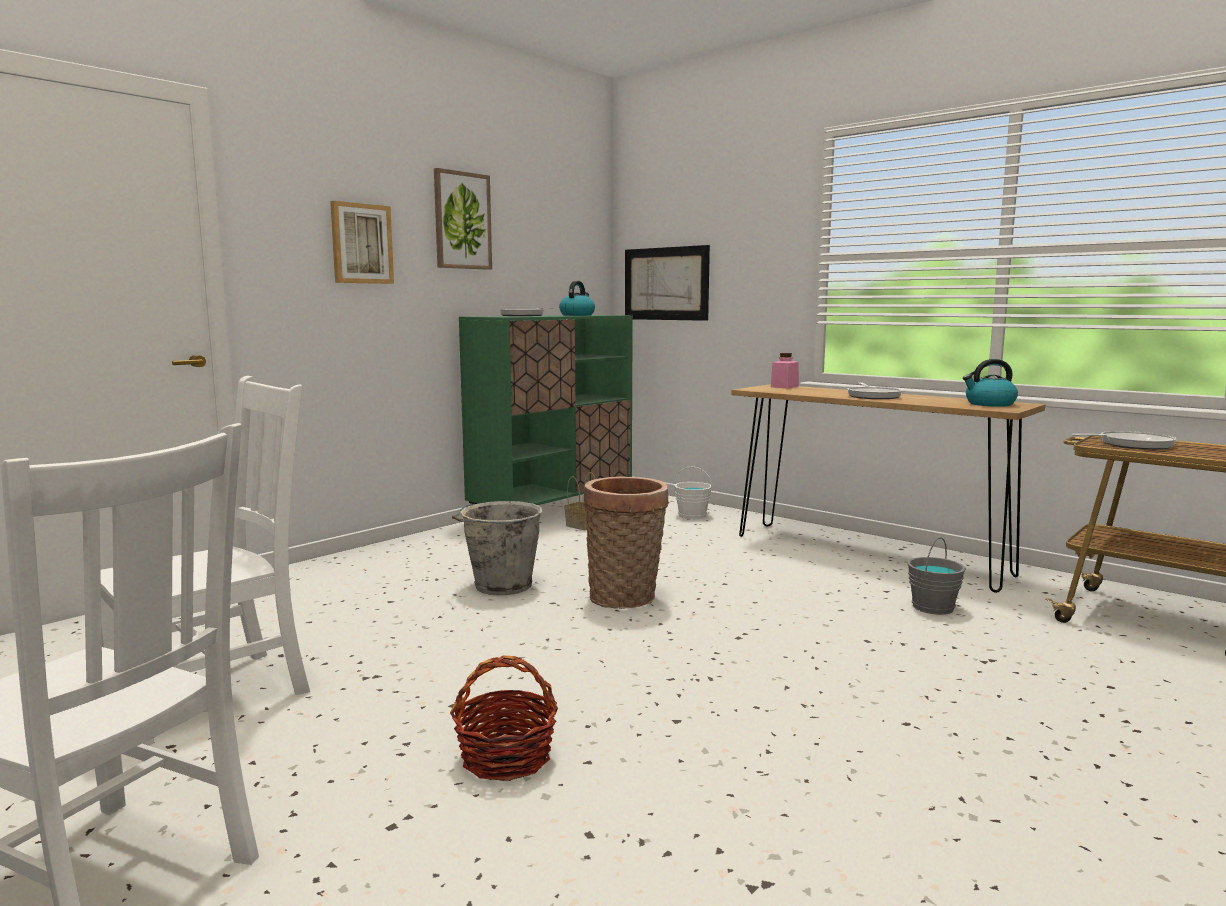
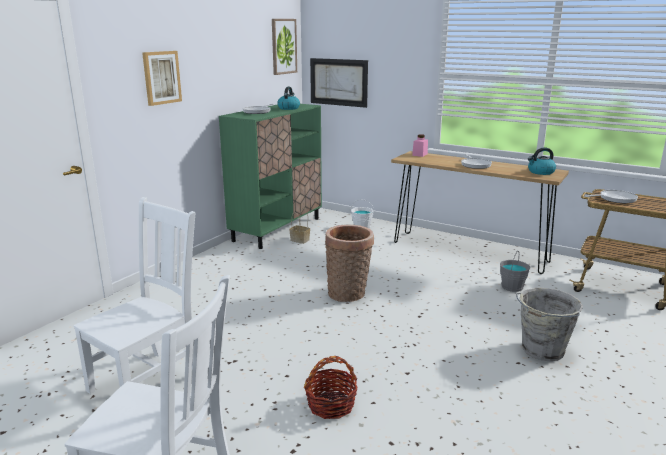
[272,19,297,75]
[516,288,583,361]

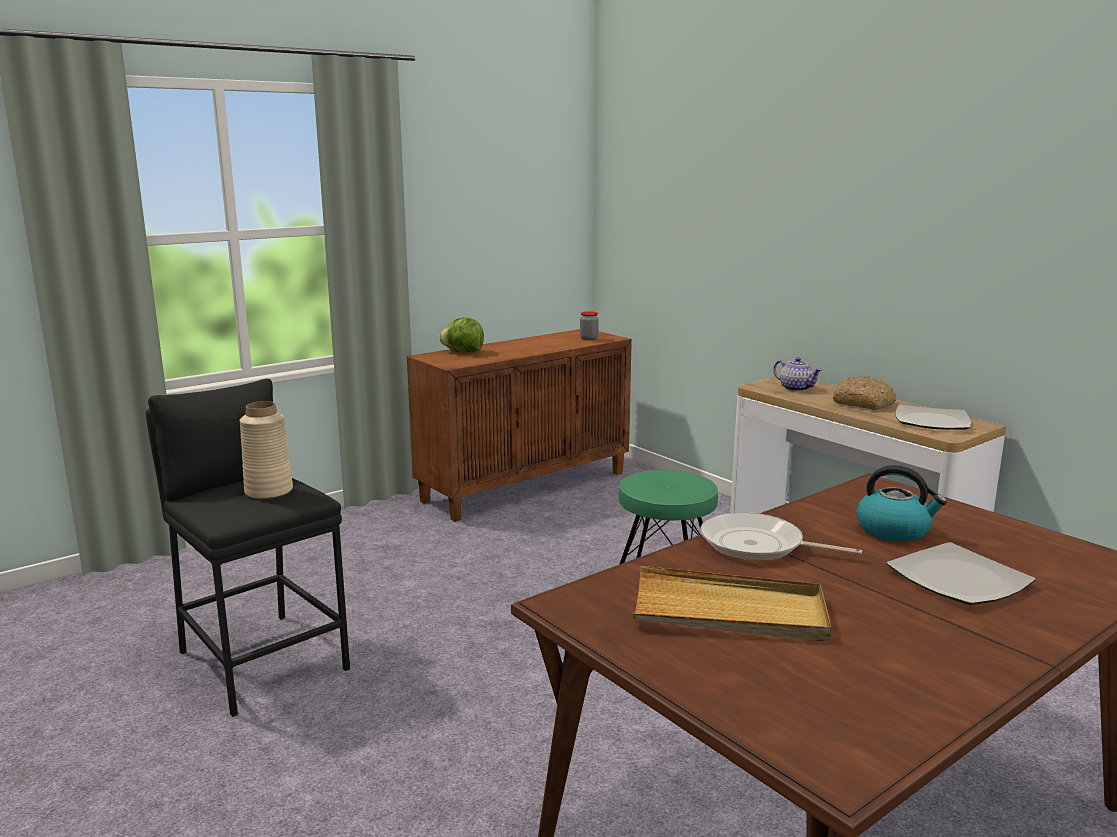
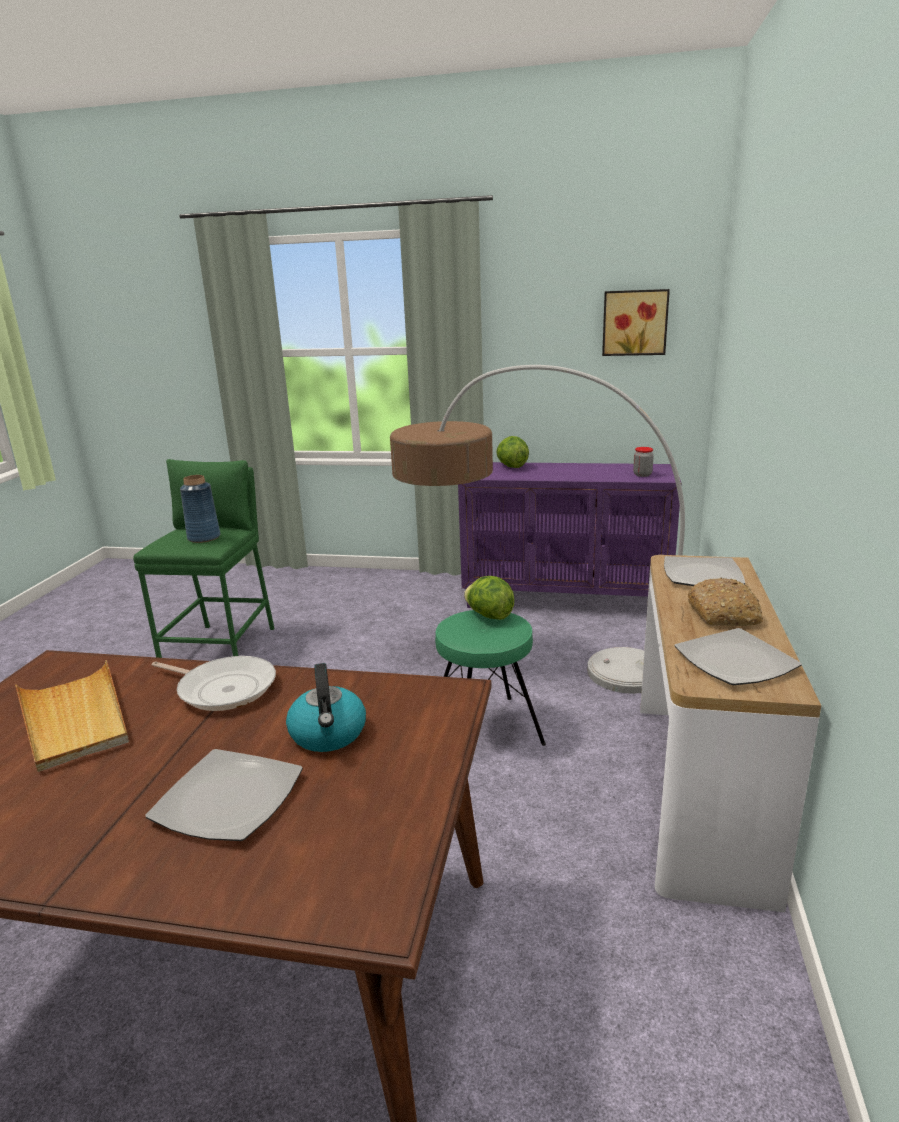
[390,365,685,694]
[464,576,515,620]
[602,289,670,356]
[664,556,745,586]
[133,459,275,658]
[180,475,220,543]
[458,462,682,608]
[152,656,276,711]

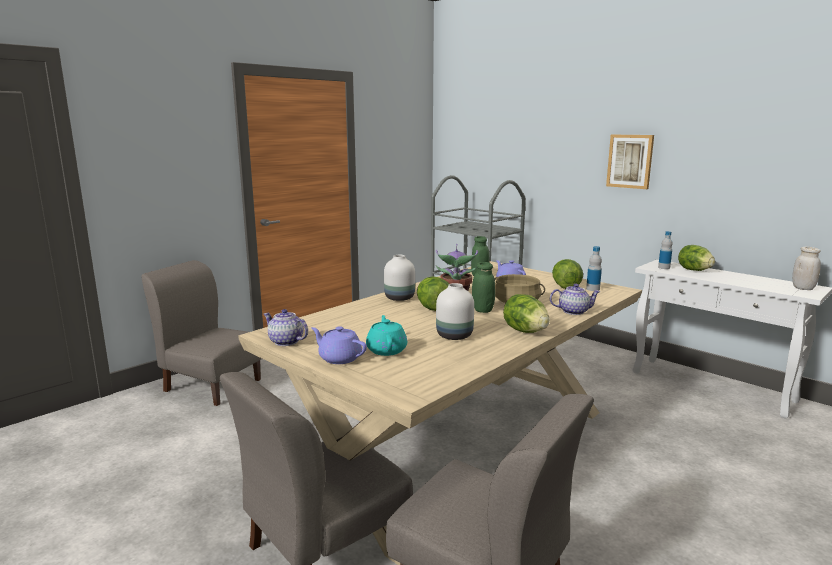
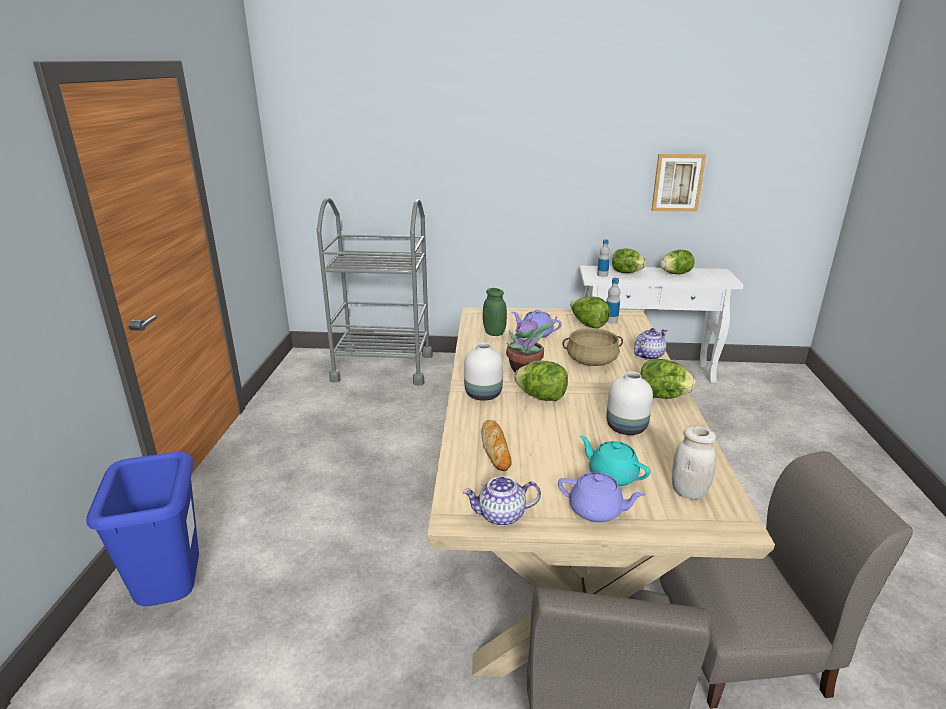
[472,262,495,313] (first image)
[481,420,512,471]
[660,250,694,274]
[652,154,706,212]
[672,426,716,500]
[86,452,199,606]
[558,472,646,523]

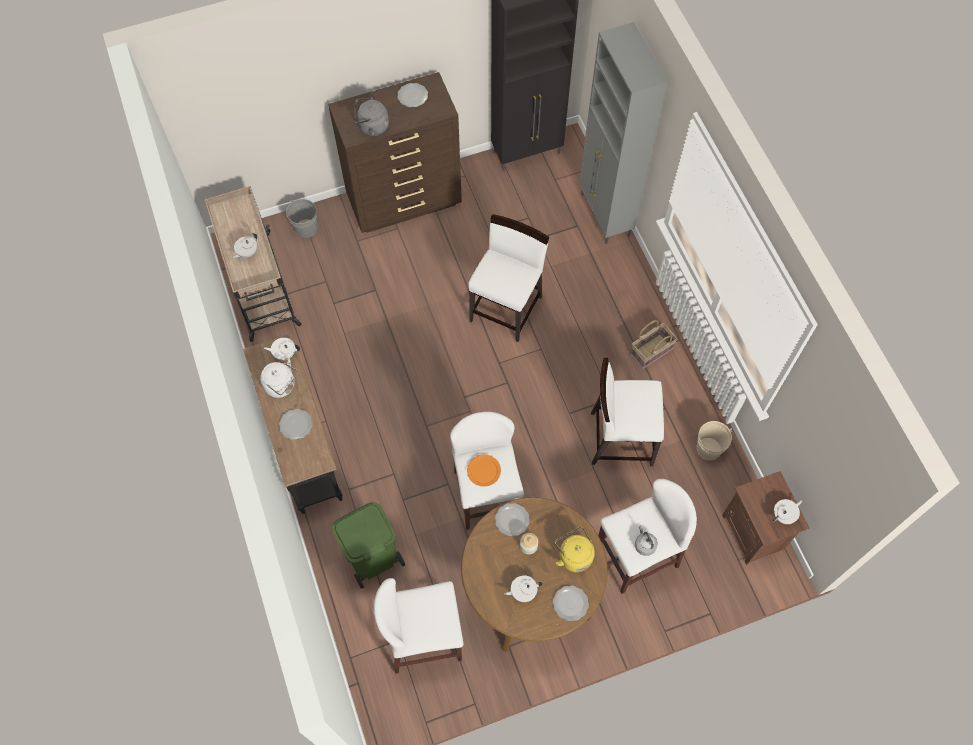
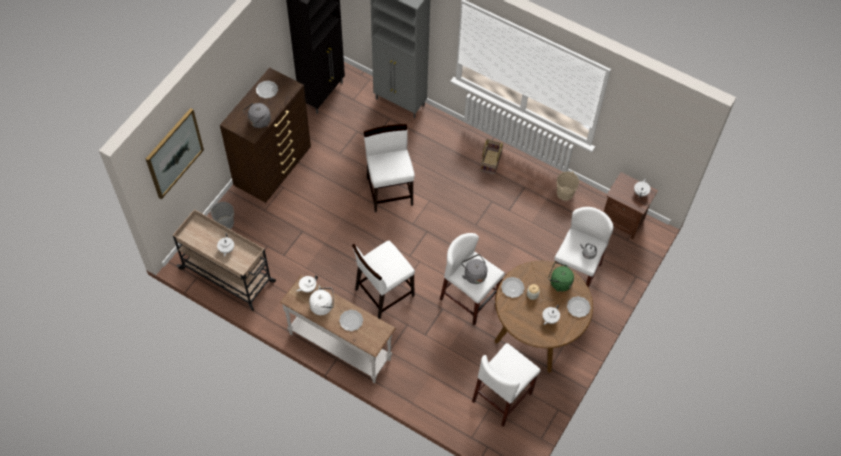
[332,502,405,589] (first image)
[146,108,204,199]
[352,240,415,319]
[462,254,487,284]
[280,275,396,383]
[548,262,574,292]

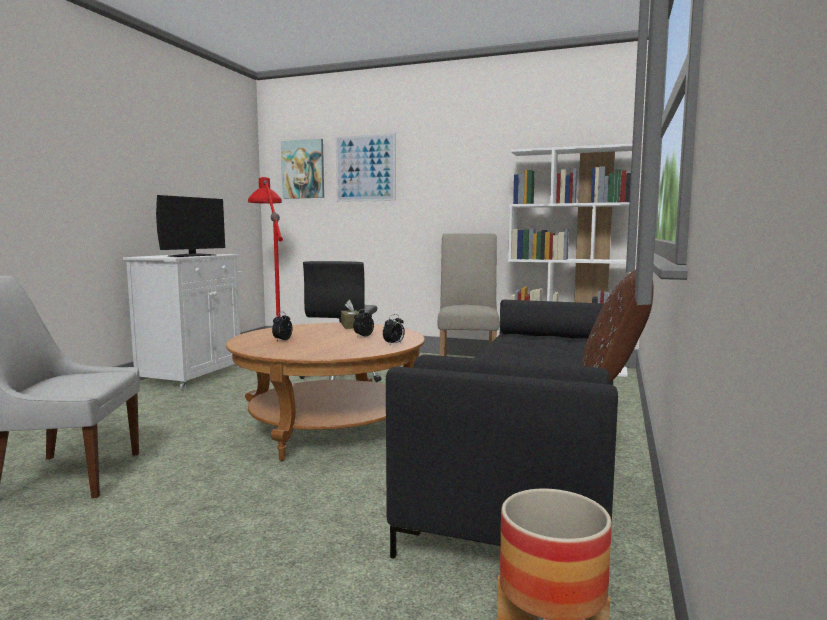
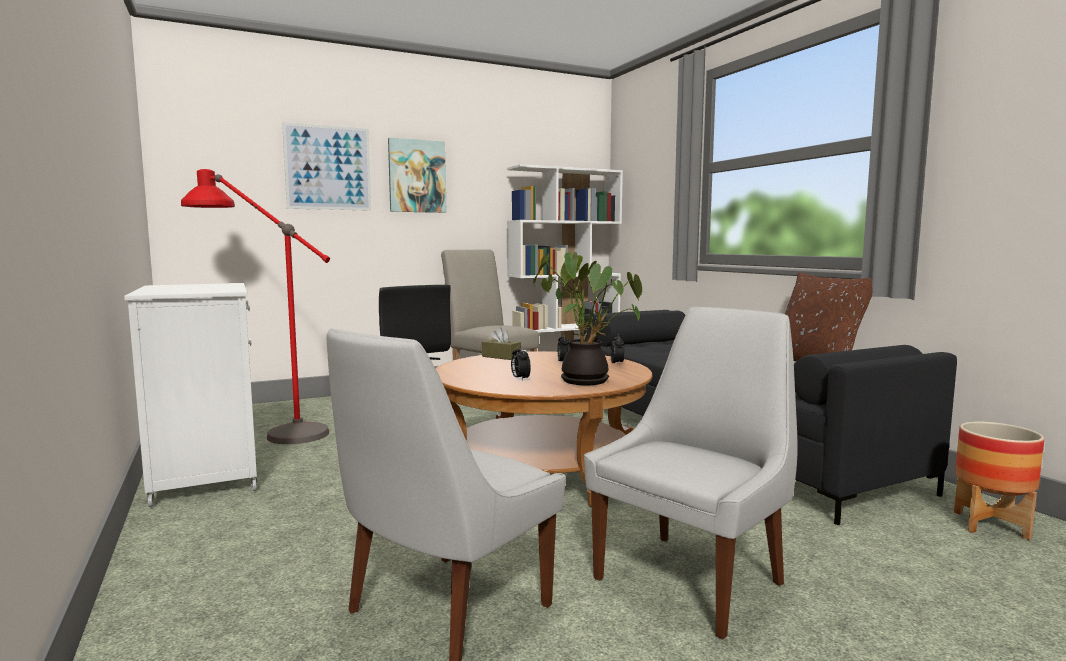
[156,195,225,257] (first image)
[533,252,642,385]
[584,307,798,639]
[388,138,446,213]

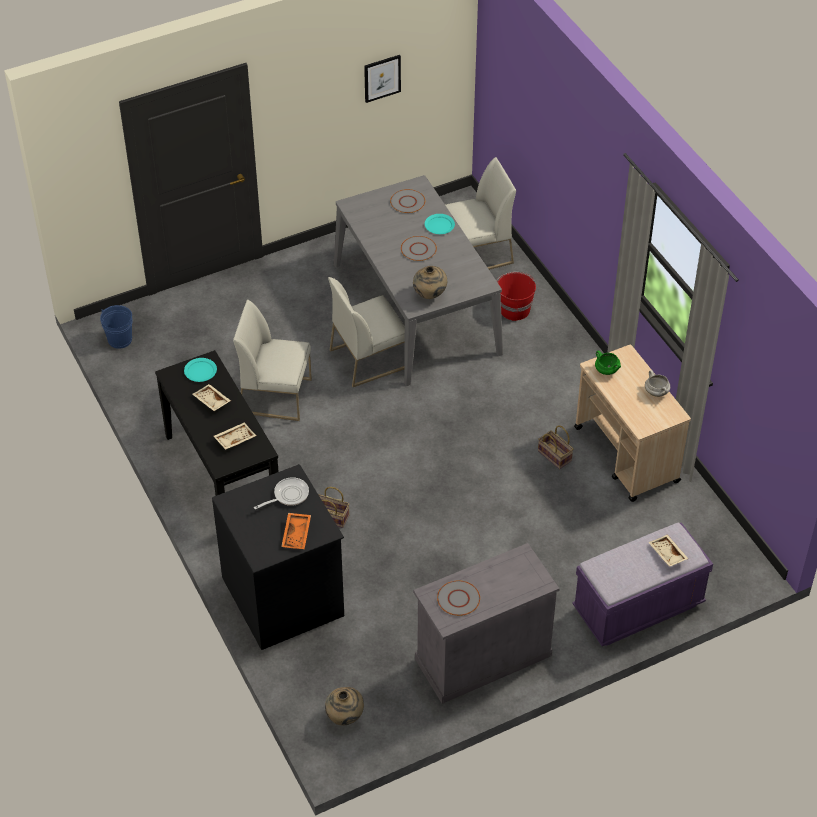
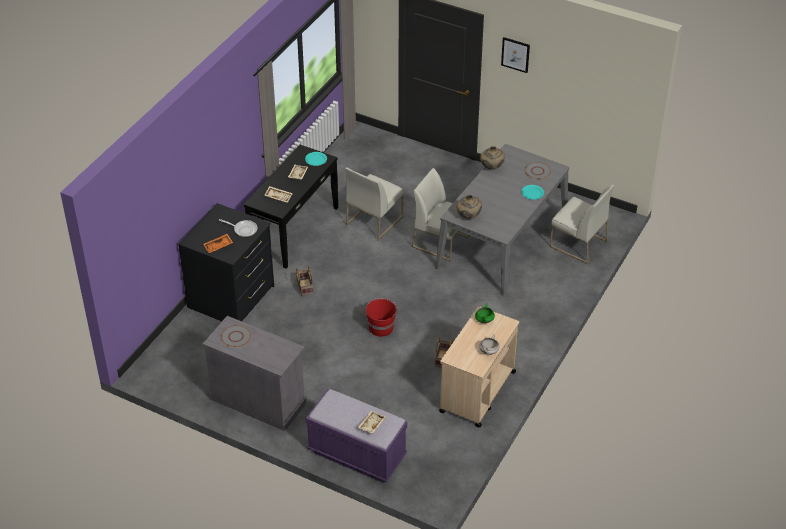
[100,305,133,349] (first image)
[401,236,437,261] (first image)
[480,146,505,170]
[501,37,530,73]
[366,298,398,337]
[345,168,404,240]

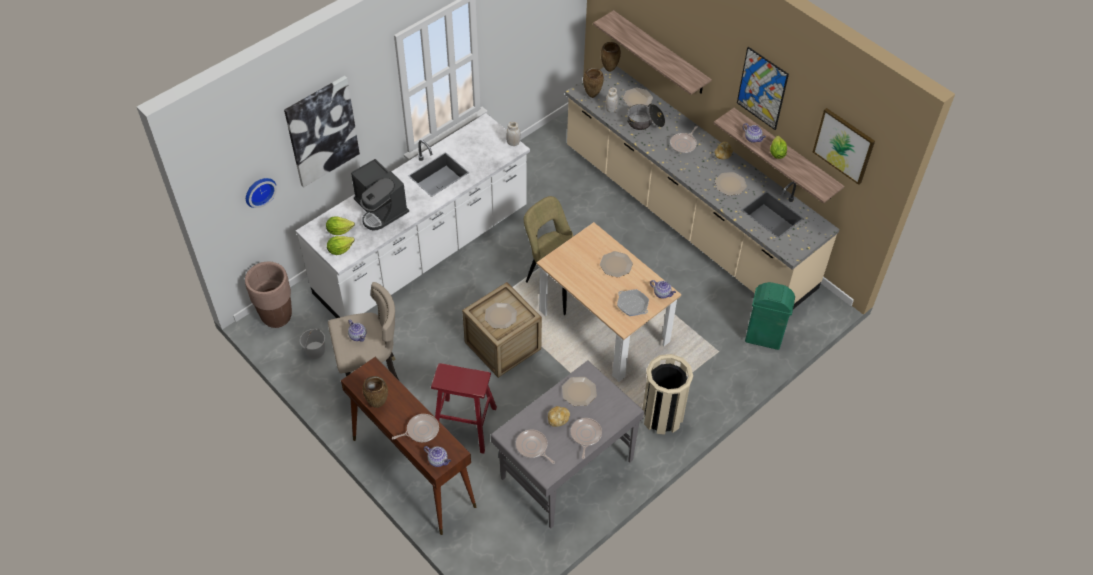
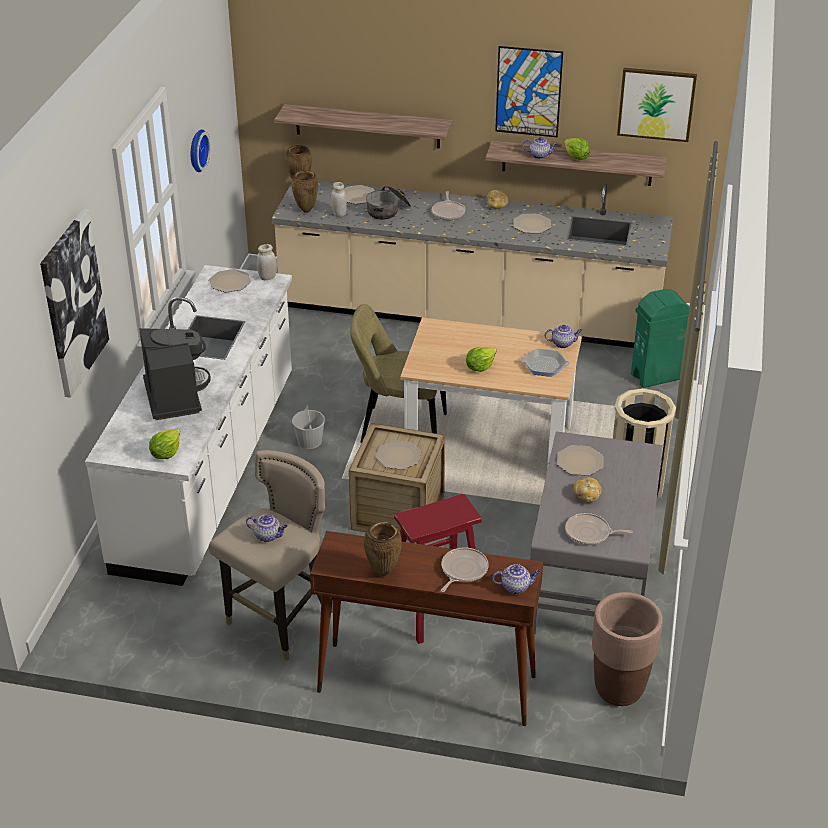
[570,418,602,459] (first image)
[592,592,663,706]
[191,129,210,172]
[292,405,325,449]
[466,347,497,372]
[209,269,251,292]
[140,328,211,420]

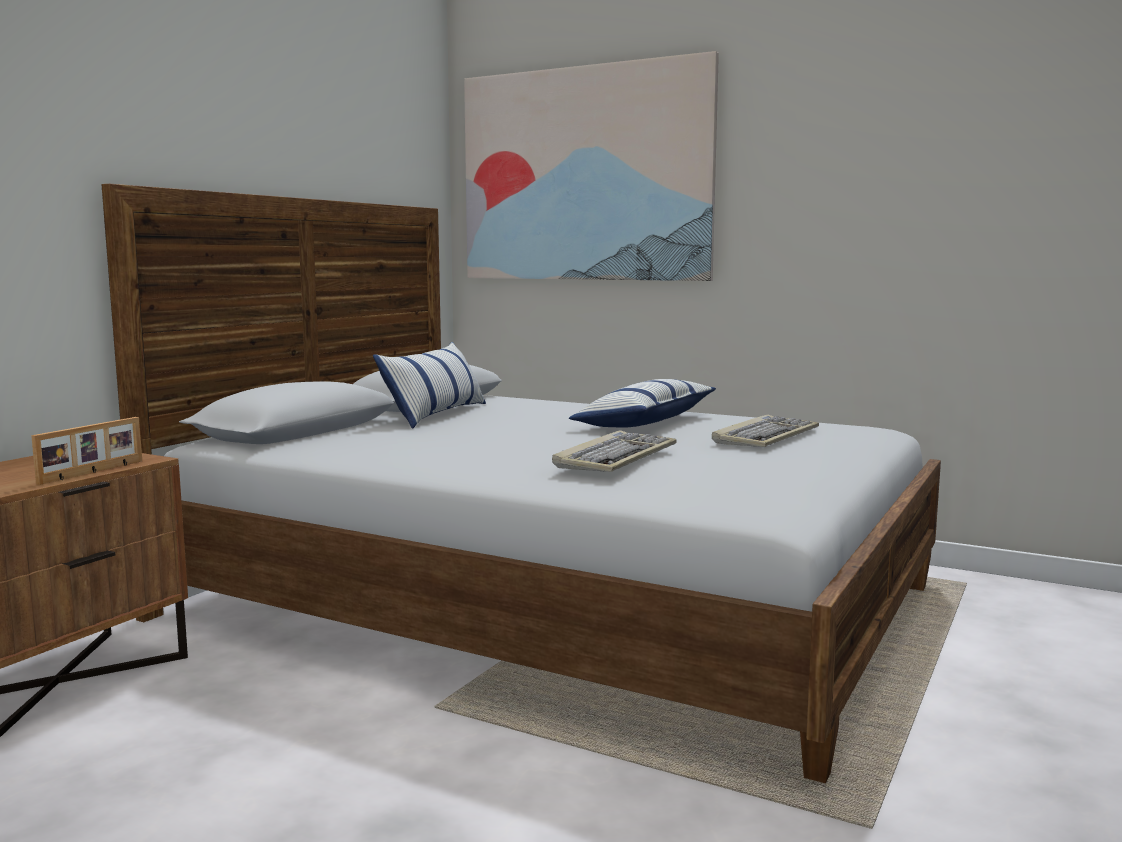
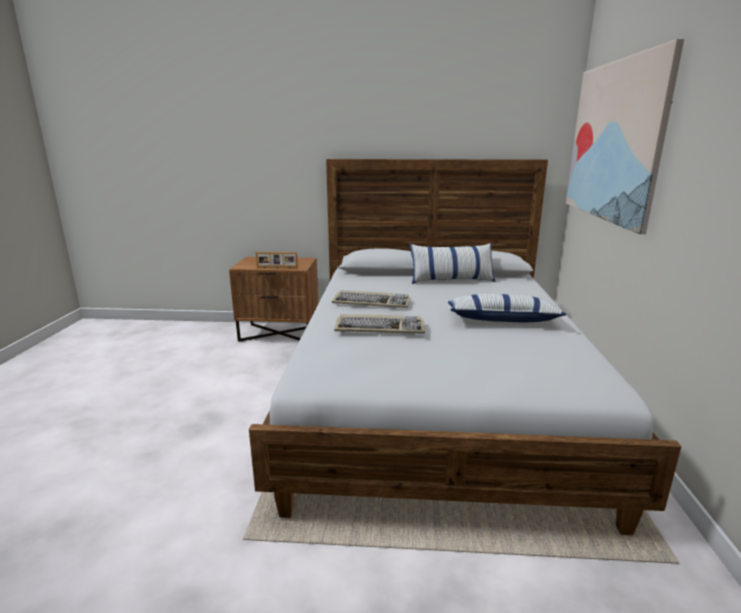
[332,290,411,308]

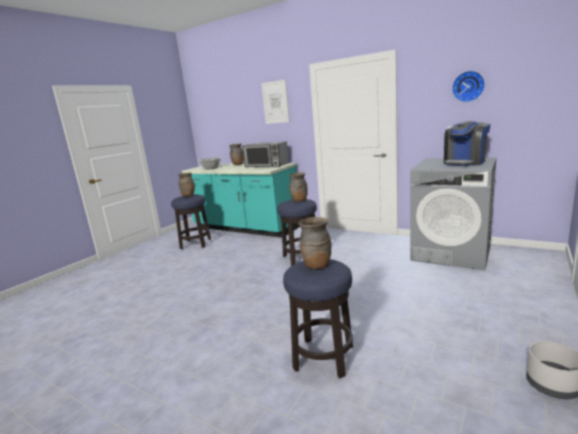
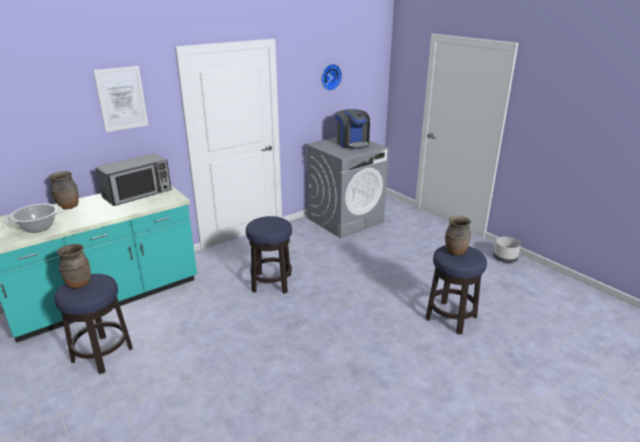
[289,172,308,202] (first image)

